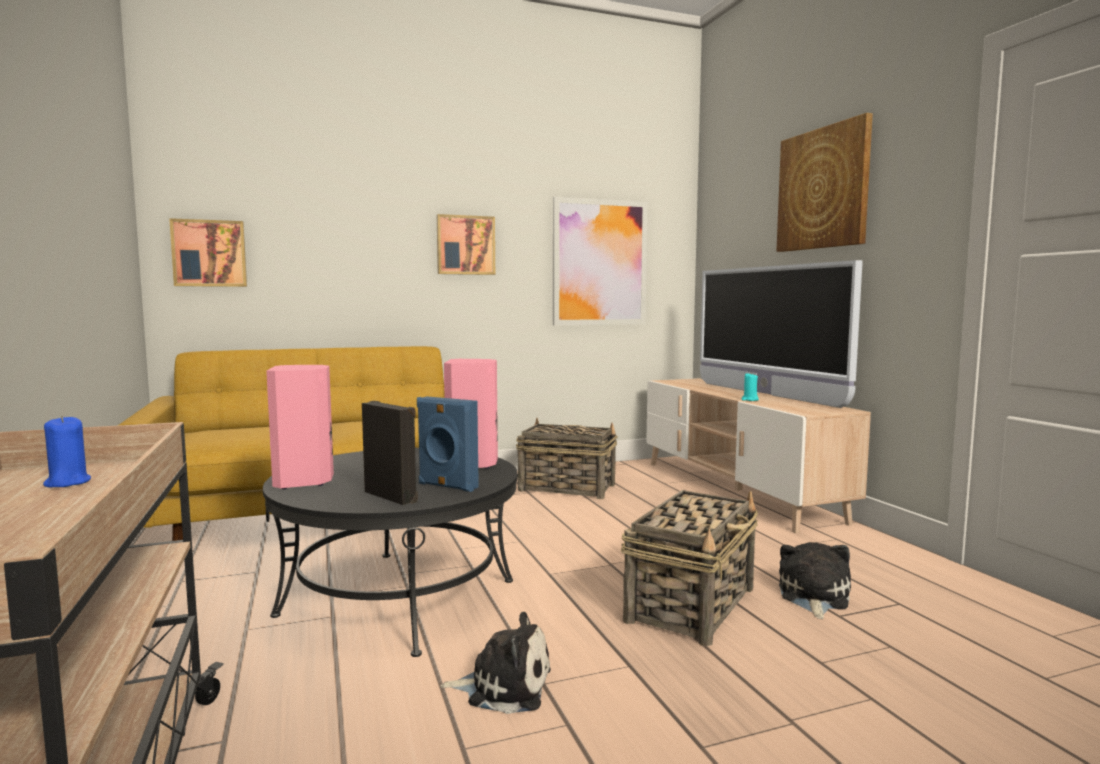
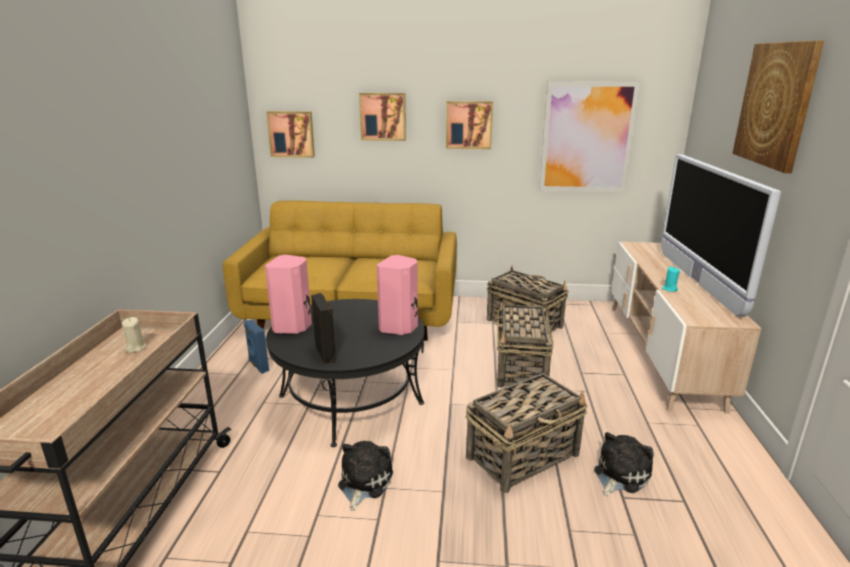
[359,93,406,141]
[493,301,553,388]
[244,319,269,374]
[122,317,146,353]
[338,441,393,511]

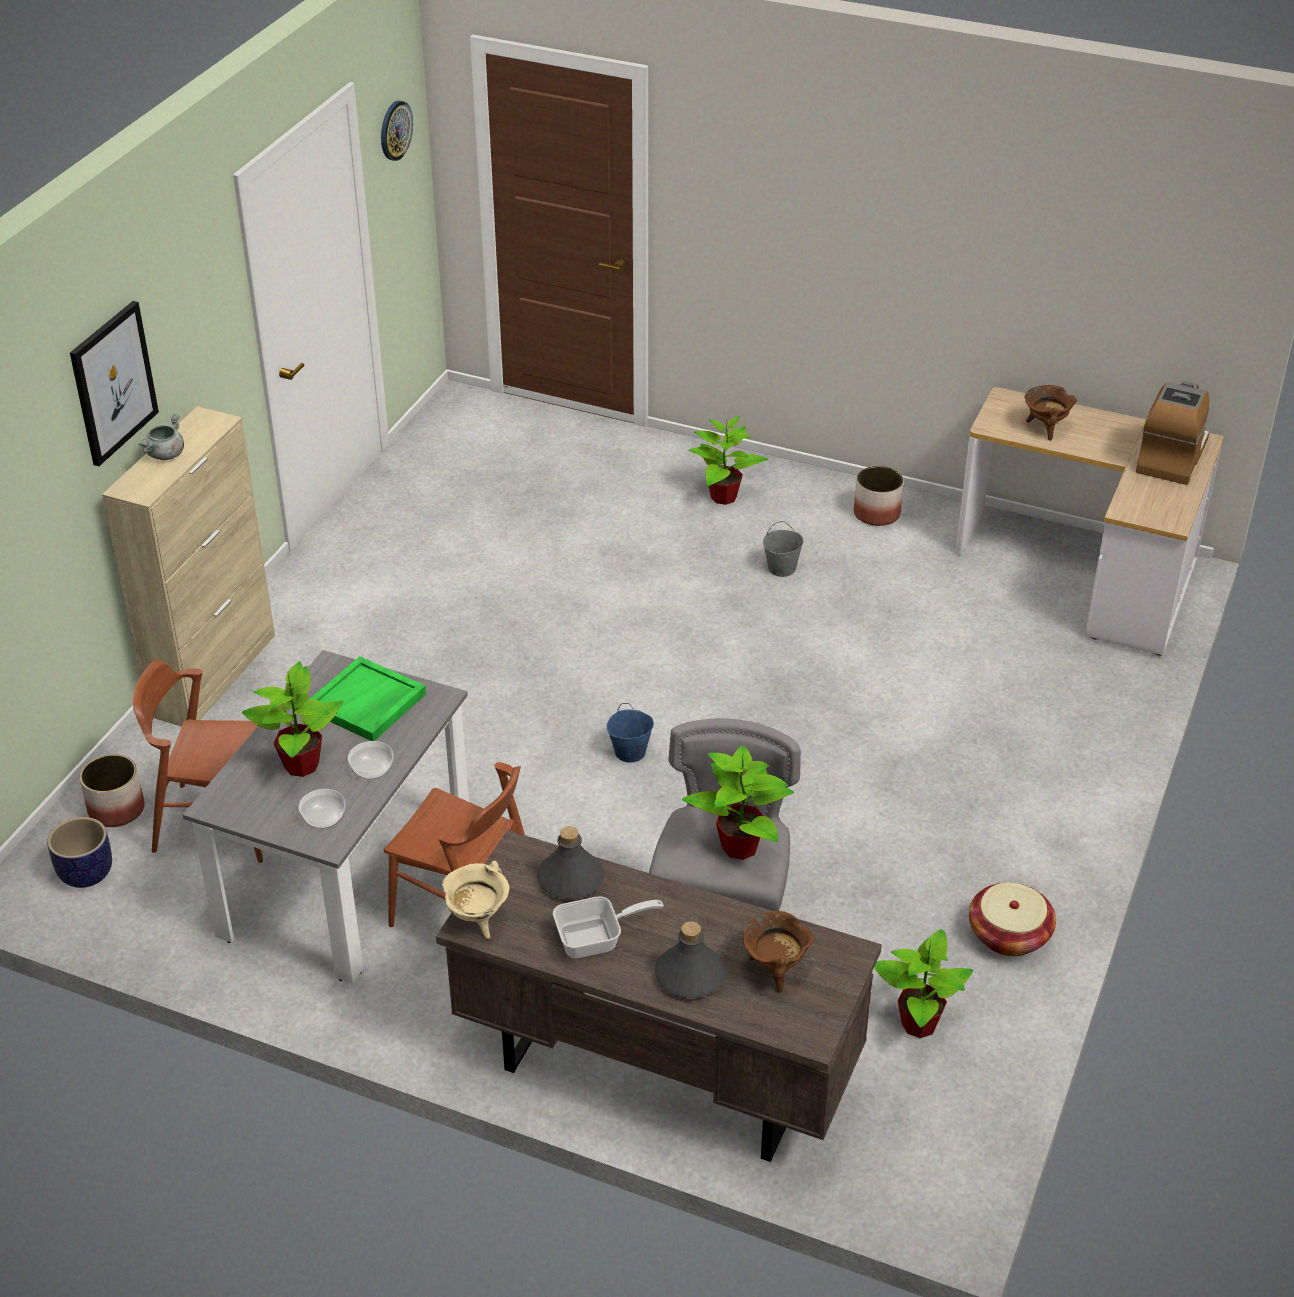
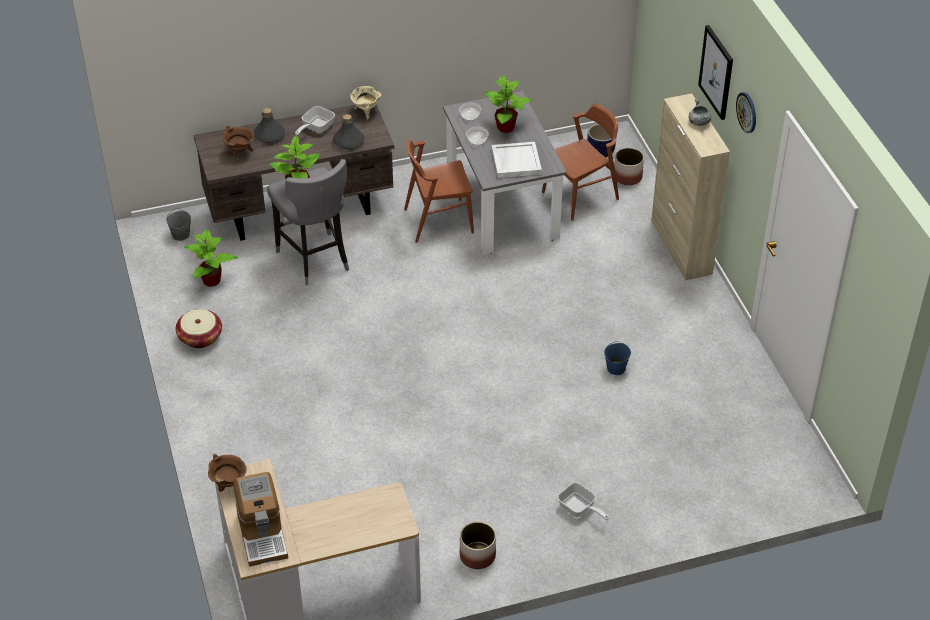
[736,92,756,133]
[604,341,631,375]
[166,208,191,241]
[208,454,246,492]
[557,482,609,520]
[492,142,542,178]

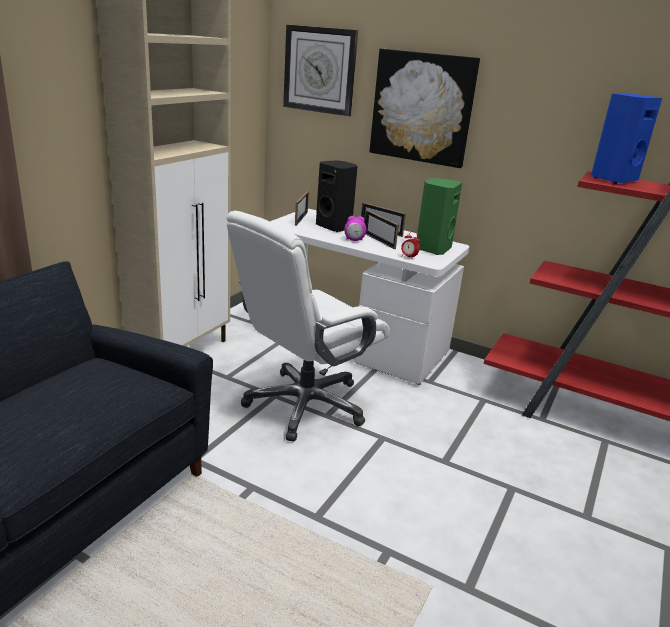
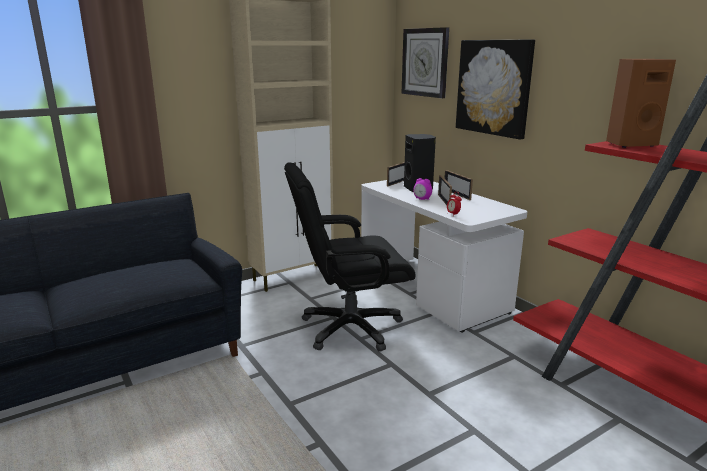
[417,178,462,255] (first image)
[284,162,416,351]
[606,59,676,148]

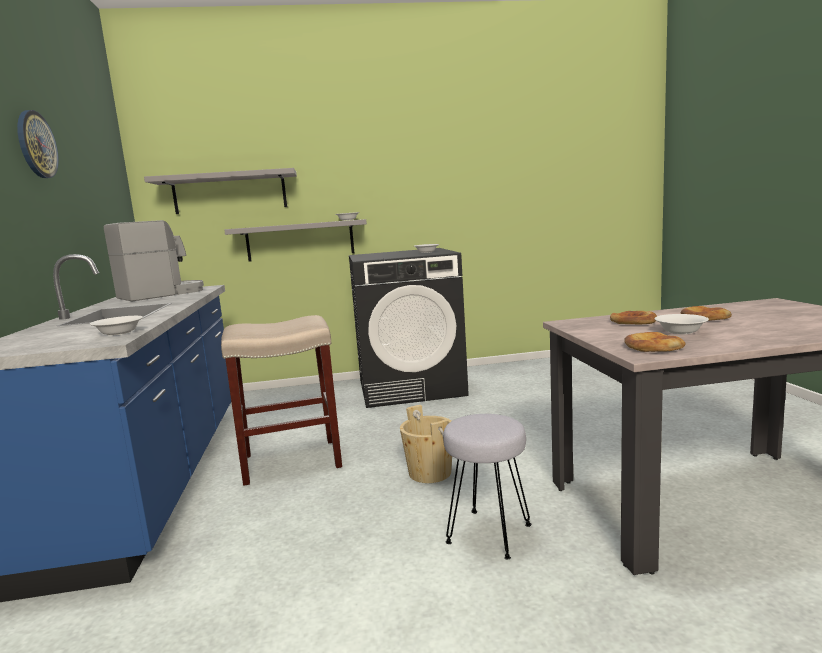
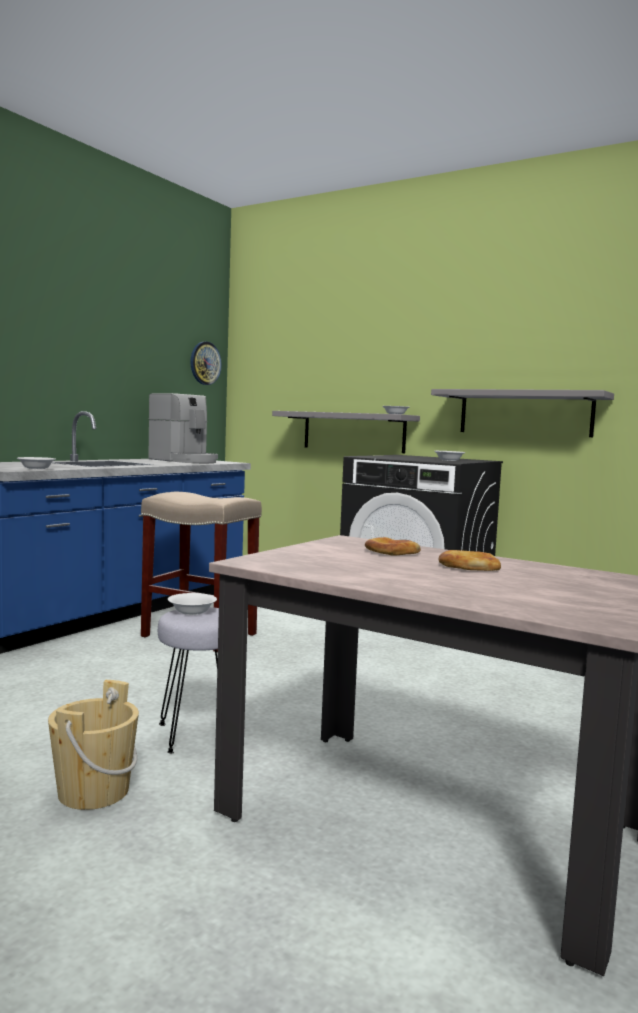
[624,332,686,352] (first image)
[190,342,221,385]
[431,389,614,437]
[48,680,139,810]
[168,593,217,615]
[148,393,218,463]

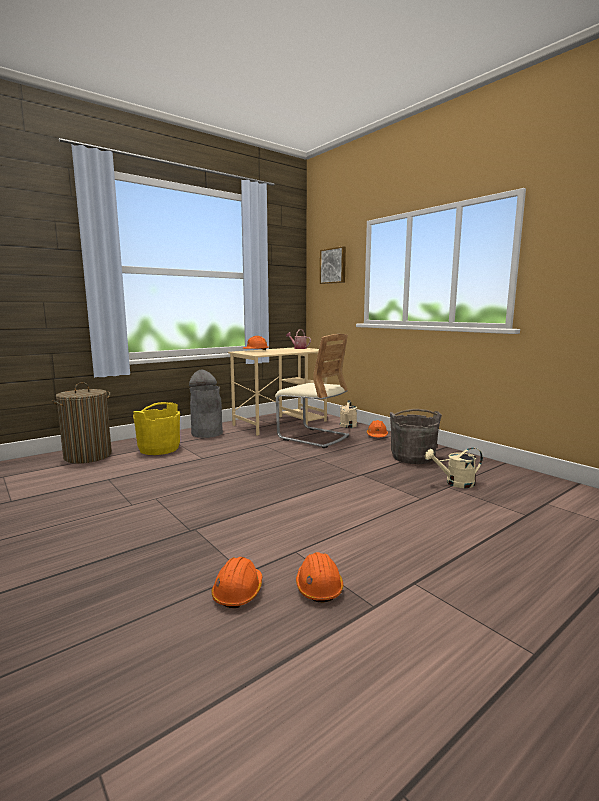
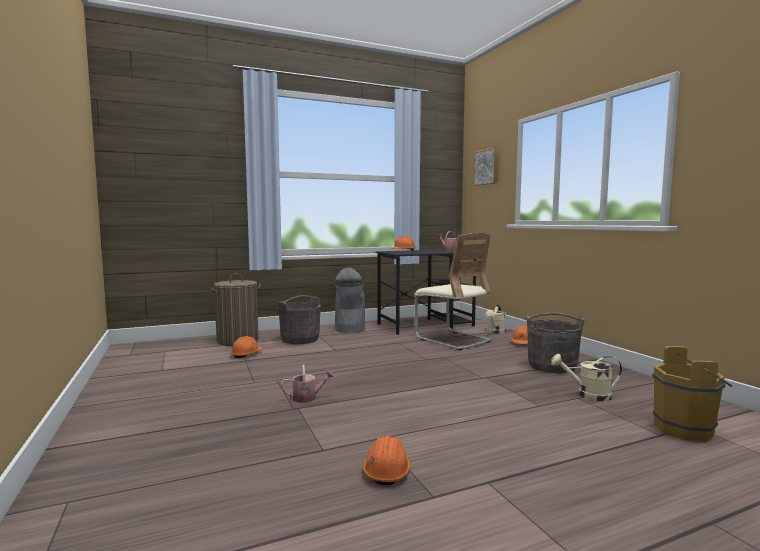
[281,365,335,403]
[652,346,732,442]
[230,336,262,358]
[278,295,321,344]
[376,250,477,334]

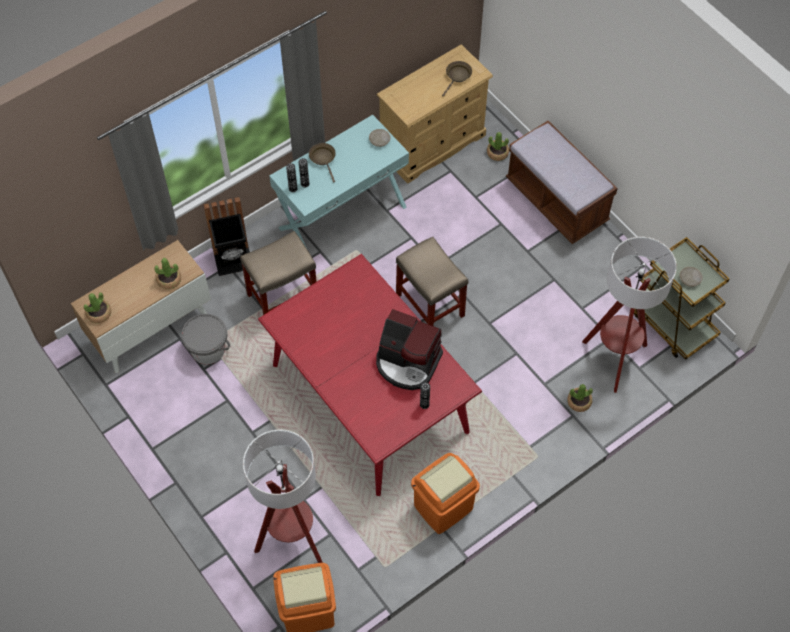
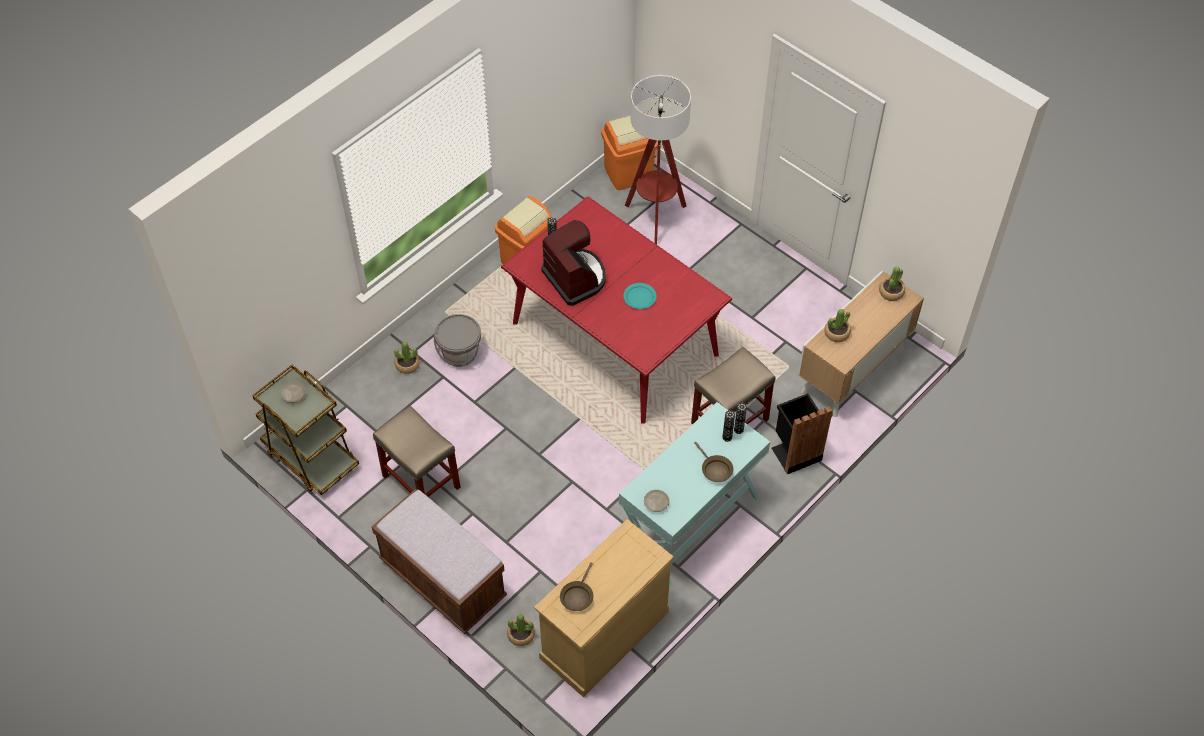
[582,237,677,393] (first image)
[623,283,657,309]
[434,314,481,367]
[373,405,461,497]
[541,220,606,306]

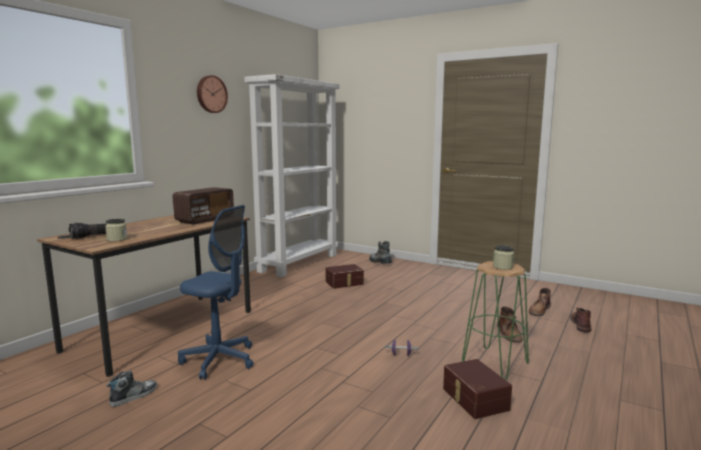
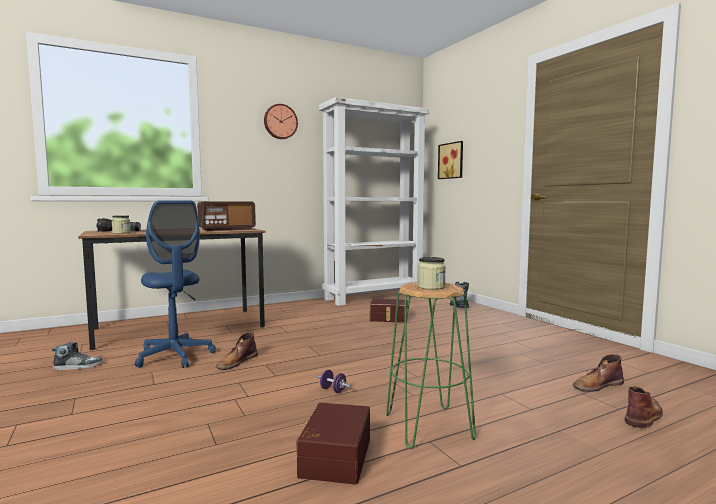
[438,141,463,179]
[216,332,258,370]

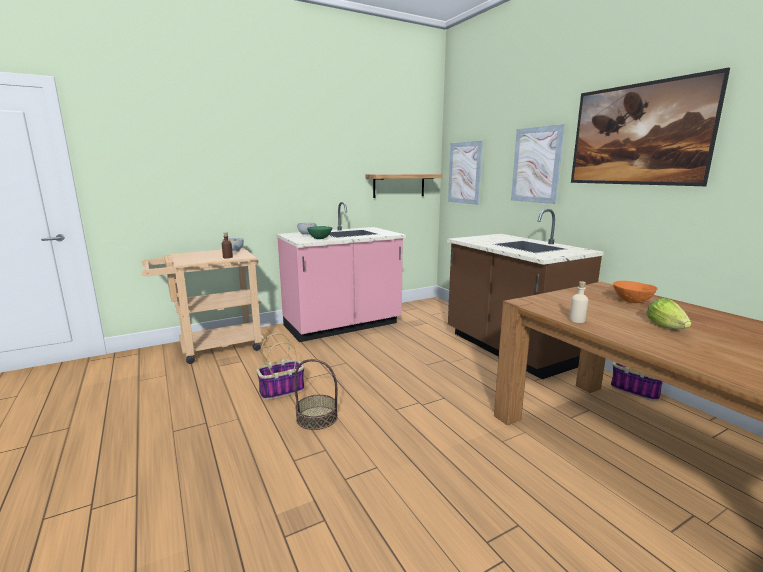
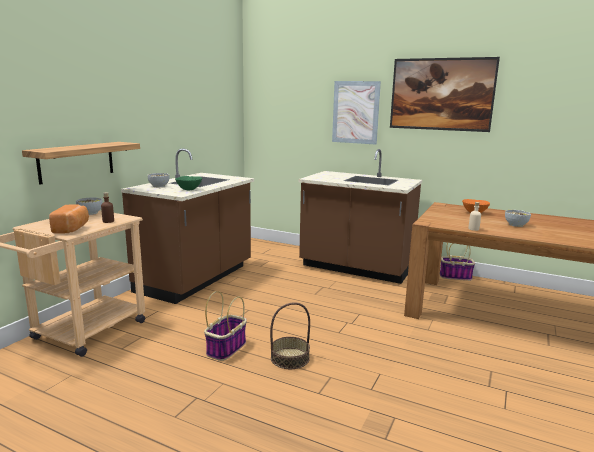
[448,141,483,205] (first image)
[49,204,89,234]
[22,142,140,185]
[505,210,531,227]
[121,148,254,304]

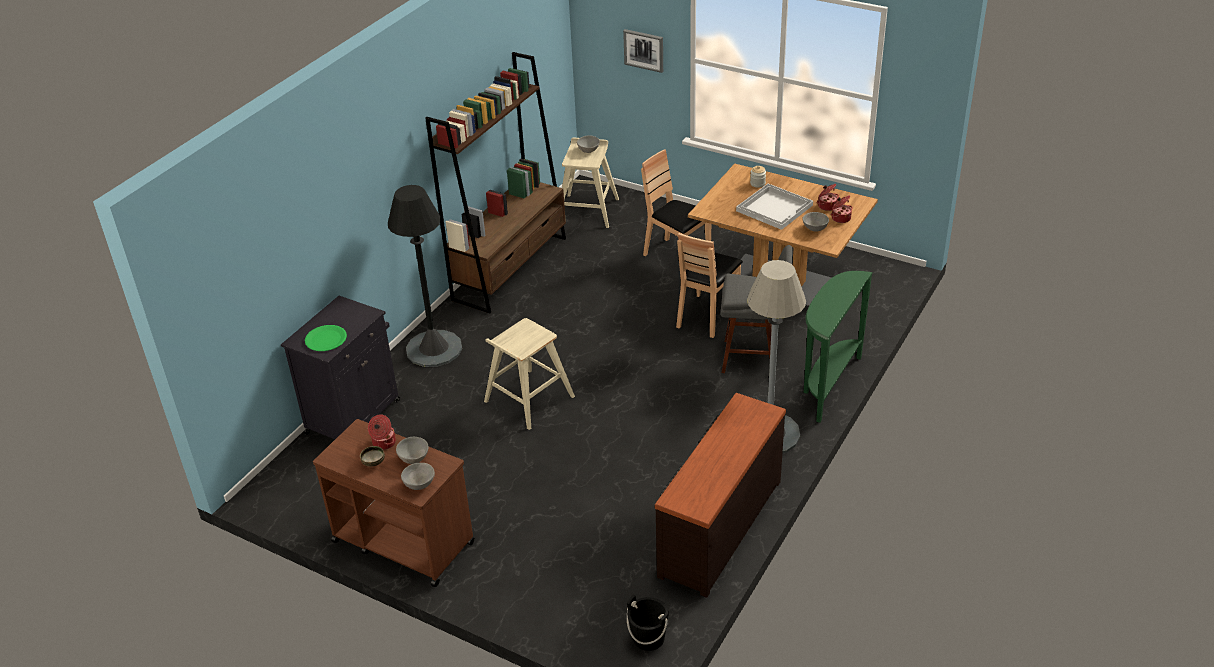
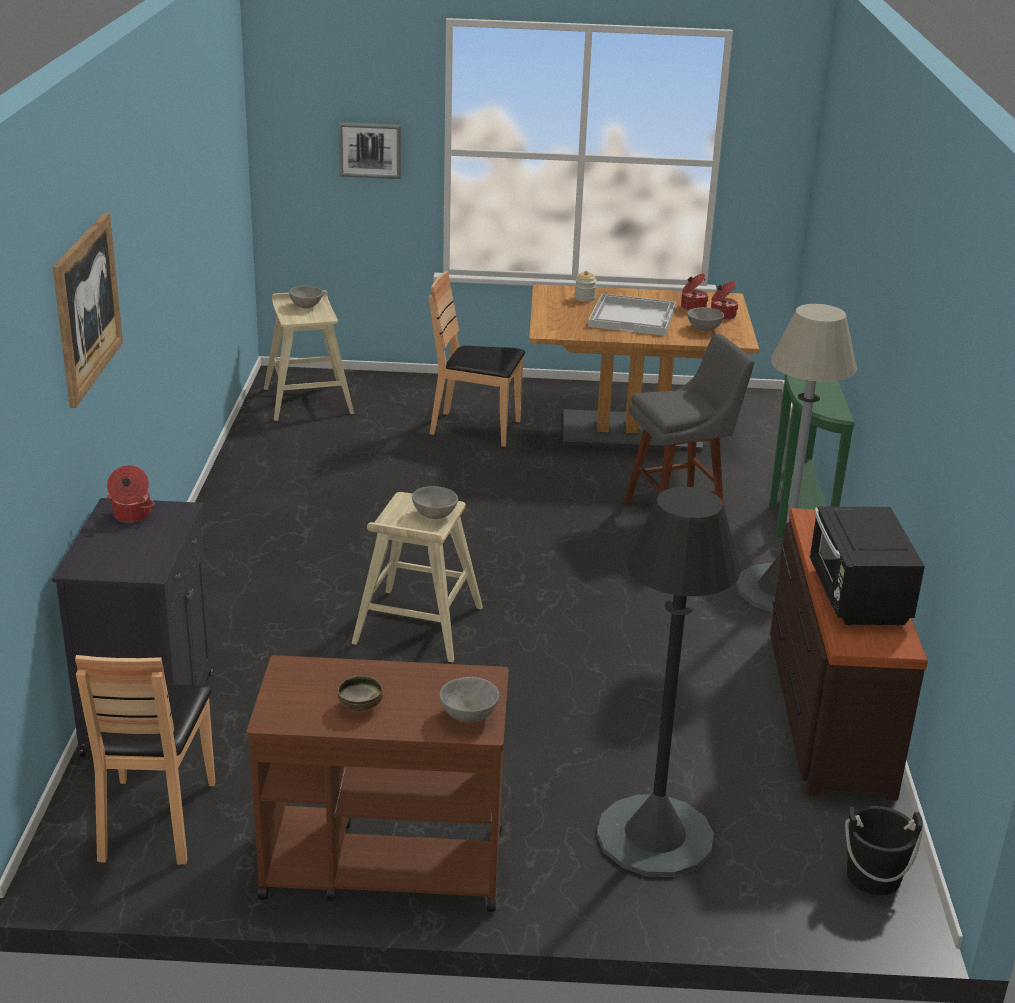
[305,325,347,351] (first image)
[425,52,566,313] (first image)
[53,213,123,408]
[809,507,925,626]
[107,465,155,523]
[597,487,741,877]
[412,486,458,519]
[75,655,215,865]

